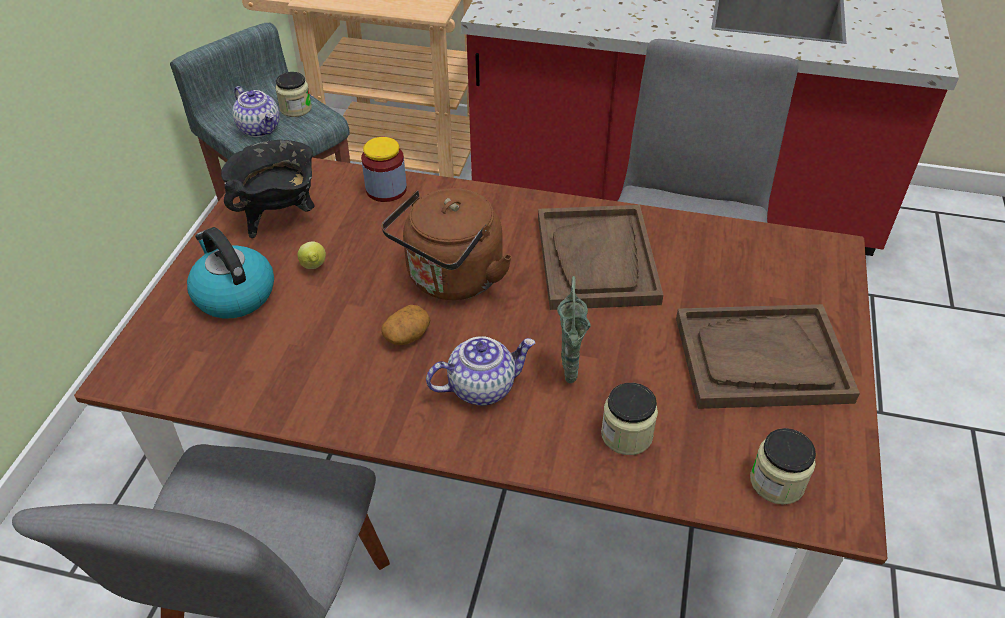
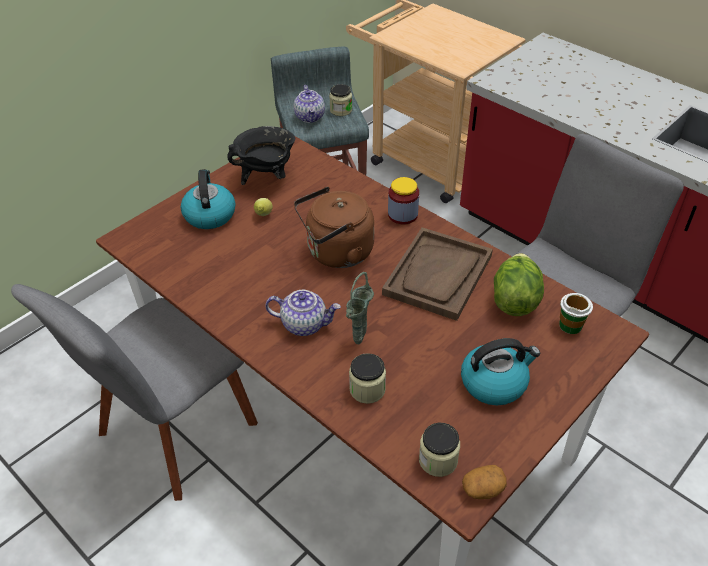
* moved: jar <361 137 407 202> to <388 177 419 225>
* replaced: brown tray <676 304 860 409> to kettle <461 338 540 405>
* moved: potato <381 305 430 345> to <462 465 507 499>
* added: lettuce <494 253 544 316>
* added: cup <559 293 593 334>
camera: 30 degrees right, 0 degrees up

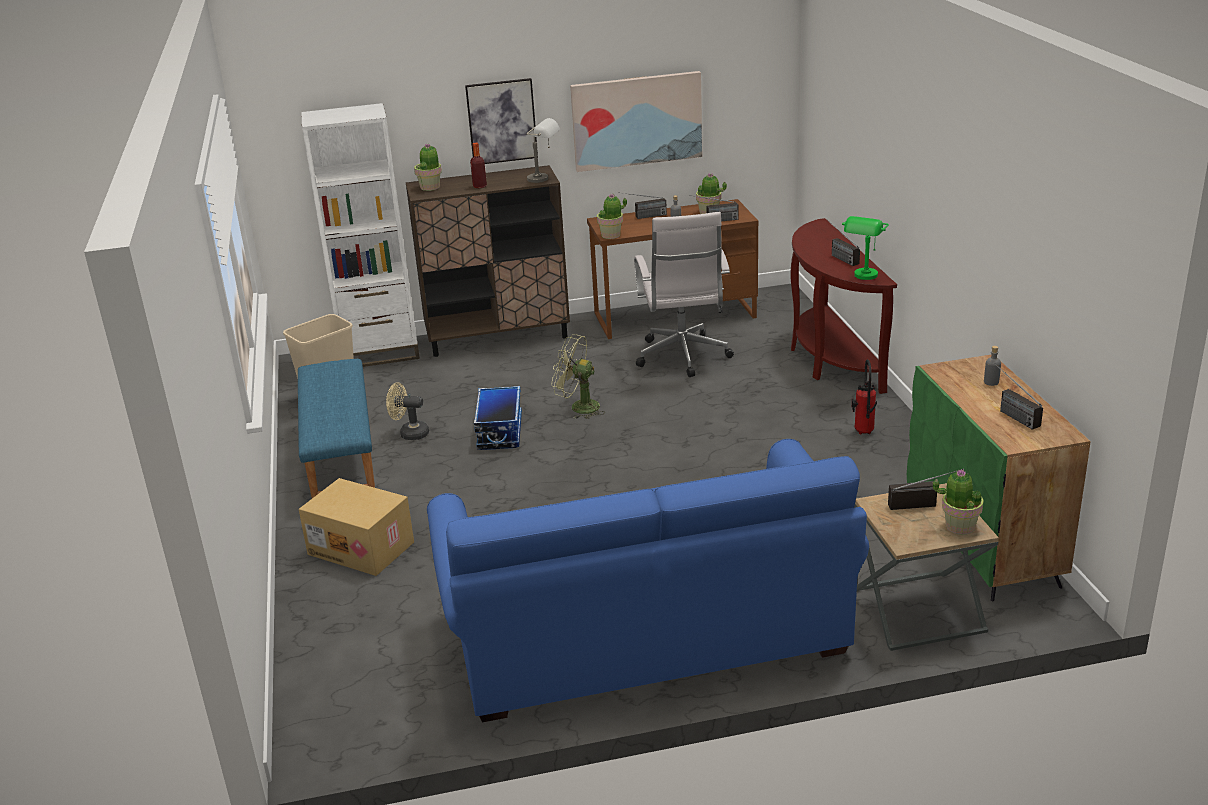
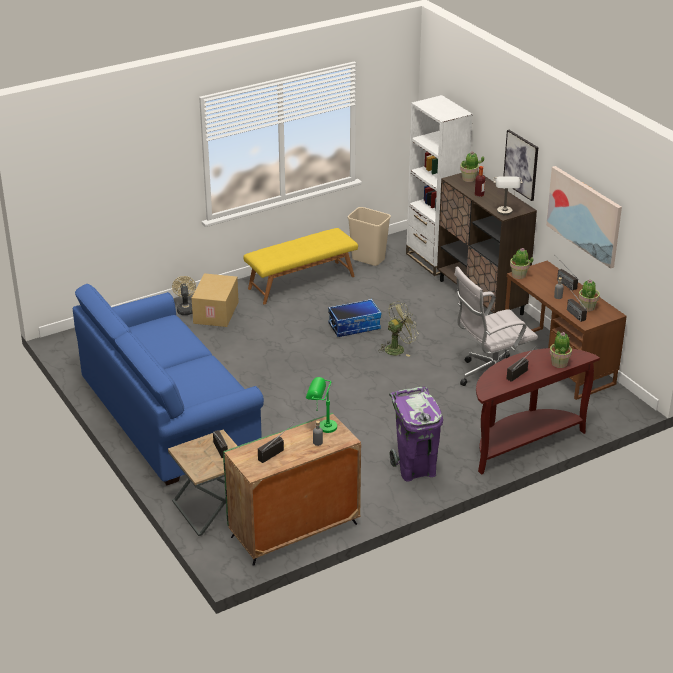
* moved: green table lamp <842 216 889 280> to <306 377 337 433>
* turned: green fan <552 334 604 419> = <378 301 419 357> 60 degrees clockwise
* recoloured: blue bench <298 359 375 498> to yellow bench <243 228 358 305>
* replaced: fire extinguisher <852 359 877 434> to purple trash can <389 387 443 481>
* moved: beige fan <386 383 429 440> to <172 276 196 315>
* moved: potted plant <933 469 984 535> to <550 331 572 368>
camera: 70 degrees right, 5 degrees up

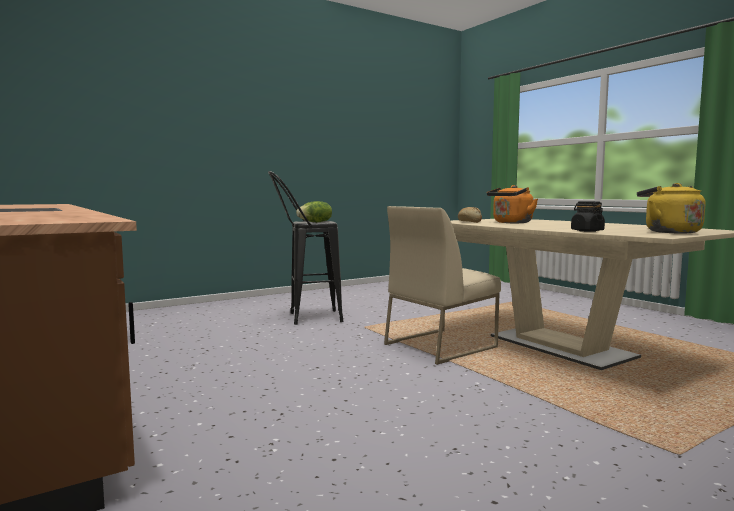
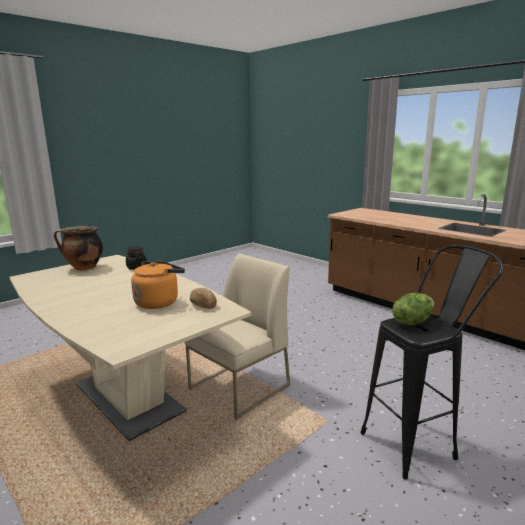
* replaced: yellow kettle <637 183 705 233> to cooking pot <54 226 103 270>
camera: 170 degrees right, 10 degrees up

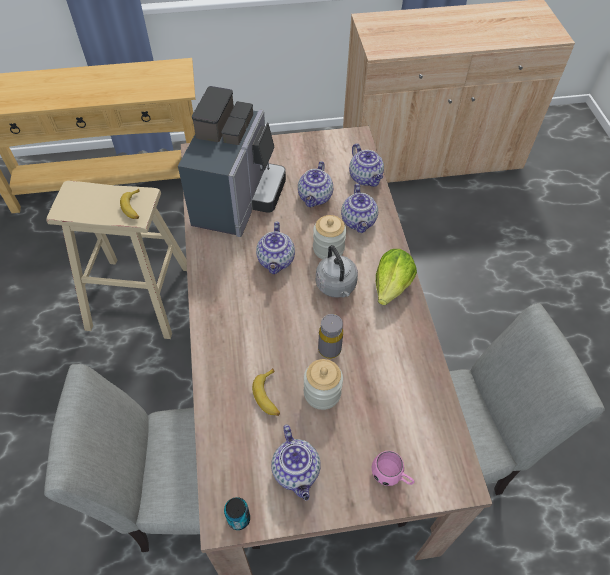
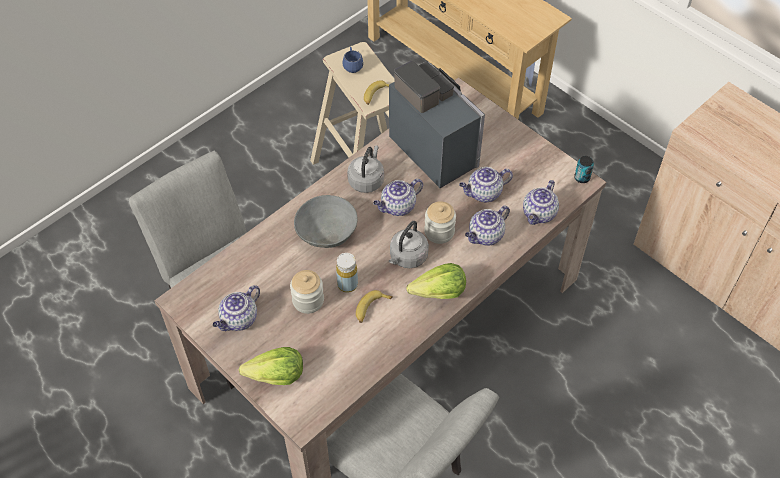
* turned: coffee machine <178 86 286 237> = <389 61 485 188> 105 degrees counterclockwise
* recoloured: grey bottle <318 314 343 359> to yellow bottle <336 253 358 293>
* moved: banana <252 368 280 416> to <356 290 393 323>
* replaced: pink mug <371 451 415 486> to lettuce <239 347 303 385>
* moved: can <224 497 250 530> to <574 156 594 183>
* added: blue mug <342 47 364 73>
* added: grey kettle <347 146 384 193>
* added: grey bowl <294 195 358 248>
camera: 55 degrees right, 0 degrees up

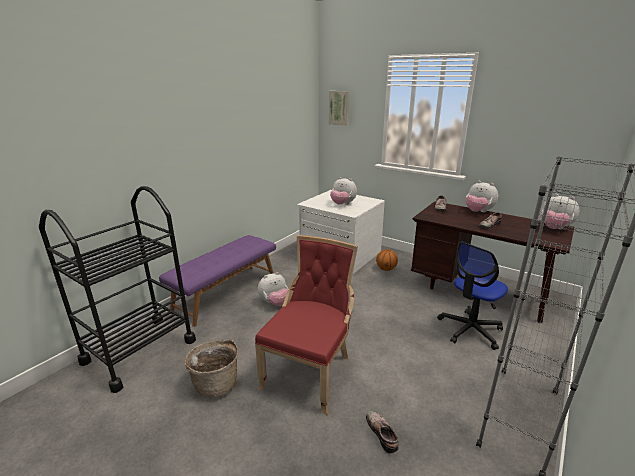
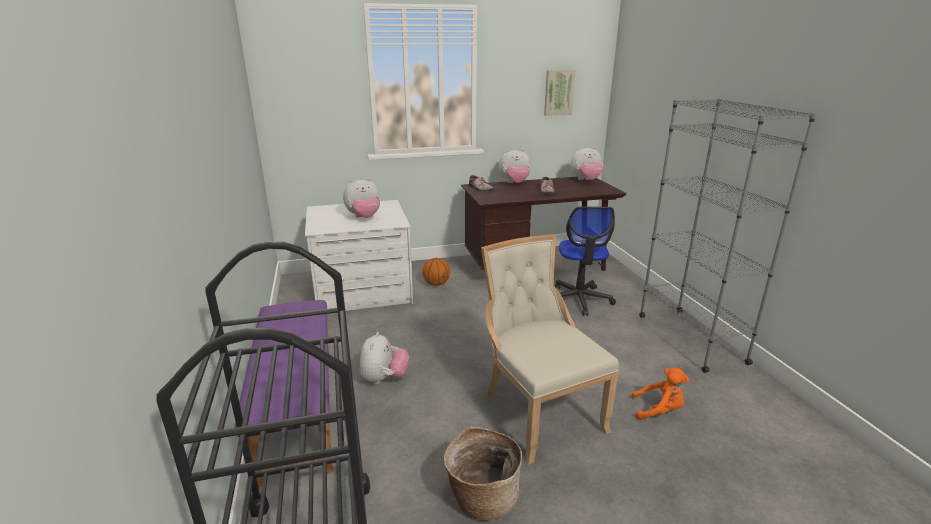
* moved: picture <329 91 350 126> to <544 70 576 116>
* recoloured: red chair <255 235 358 415> to beige chair <481 234 619 465>
* replaced: shoe <366 411 398 454> to orange plush toy <632 368 689 420>
camera: 50 degrees left, 0 degrees up

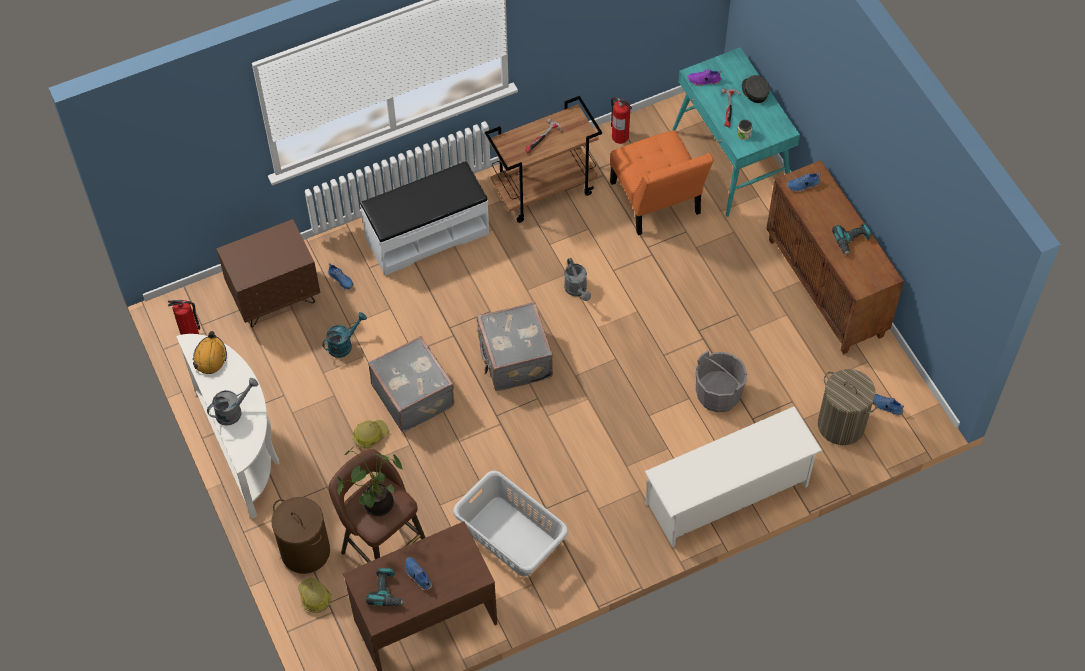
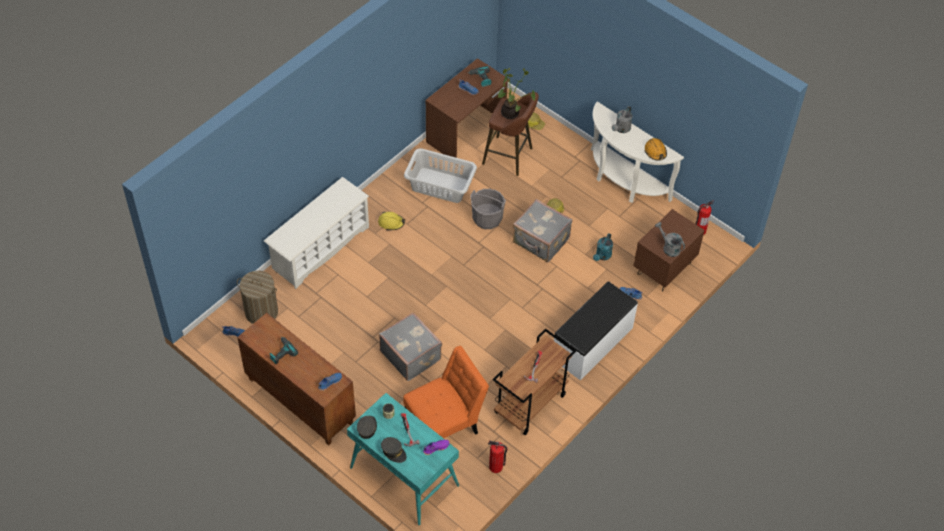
* turned: orange chair <610 130 714 235> = <403 346 489 438> 105 degrees clockwise
* moved: grey watering can <564 258 591 301> to <655 222 685 257>
* moved: grey suitcase <477 302 553 391> to <379 312 442 381>
* moved: grey bucket <696 350 747 412> to <470 189 506 229>
* removed: brown laundry basket <271 497 330 574>
* added: yellow hard hat <378 211 405 230>
* added: grey cap <357 416 377 439>
camera: 155 degrees right, 5 degrees down

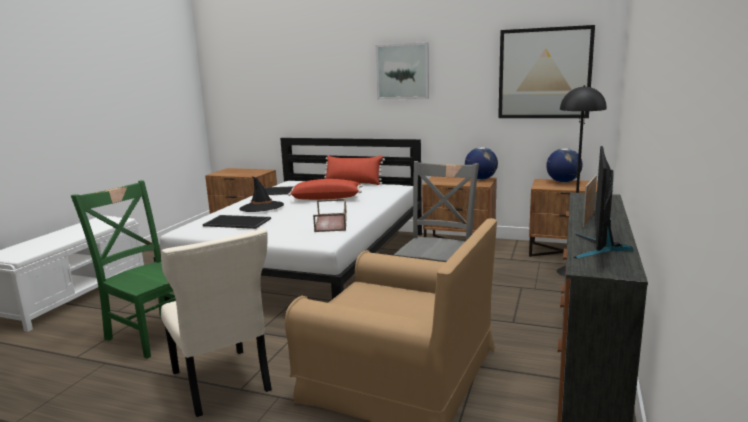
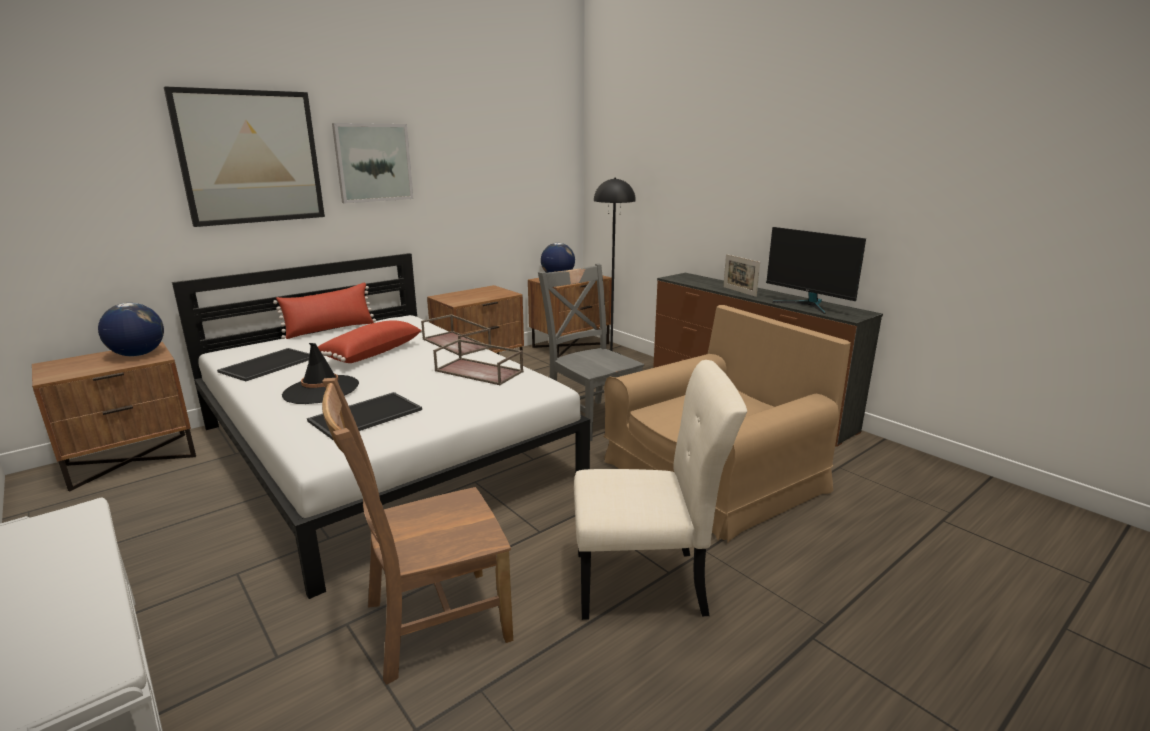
* moved: picture <498 25 595 118> to <164 86 325 227>
* moved: globe <465 147 498 180> to <98 303 164 356>
* recoloured: green chair <71 180 176 359> to brown chair <322 378 513 685>
* added: brown tray <421 314 491 356>
camera: 60 degrees left, 5 degrees up

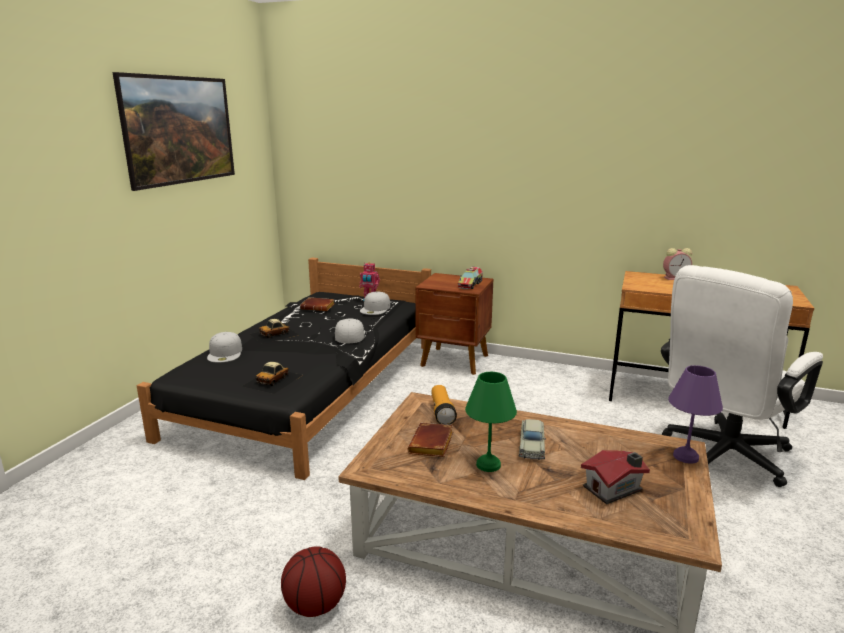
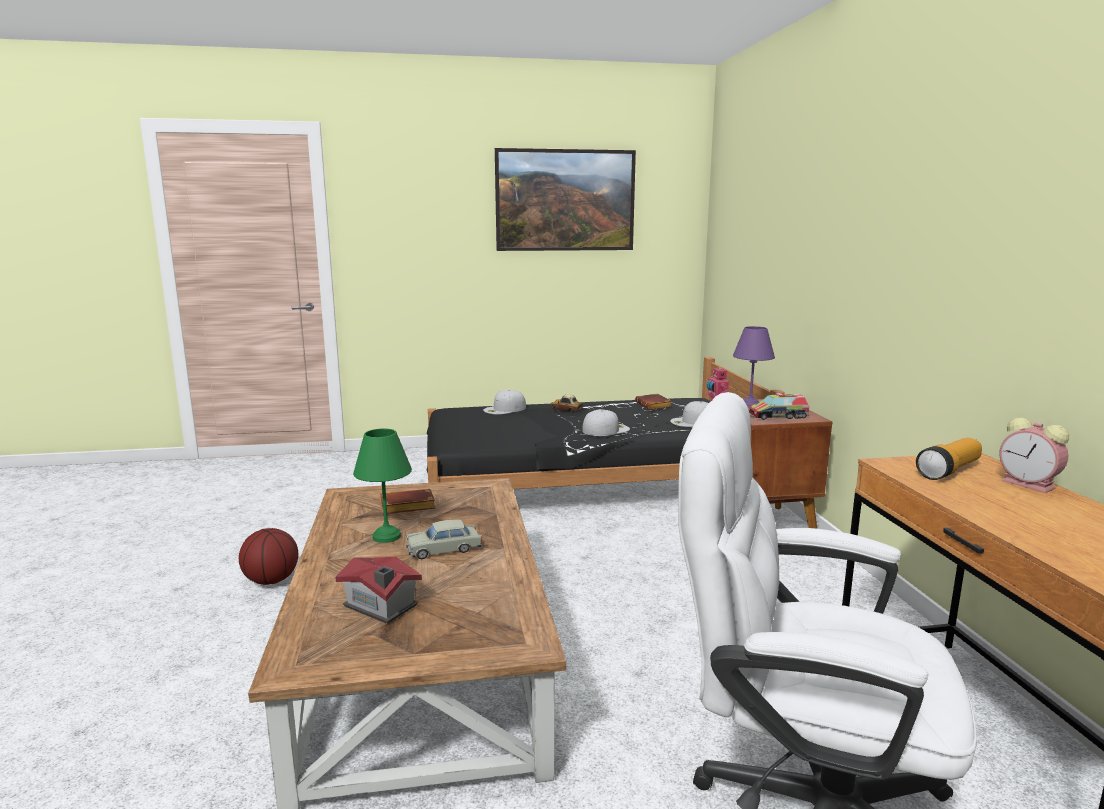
* removed: toy car <242 362 302 394>
* moved: purple table lamp <668 365 723 464> to <733 326 775 408>
* moved: flashlight <431 385 457 425> to <916 438 982 480>
camera: 60 degrees right, 5 degrees down

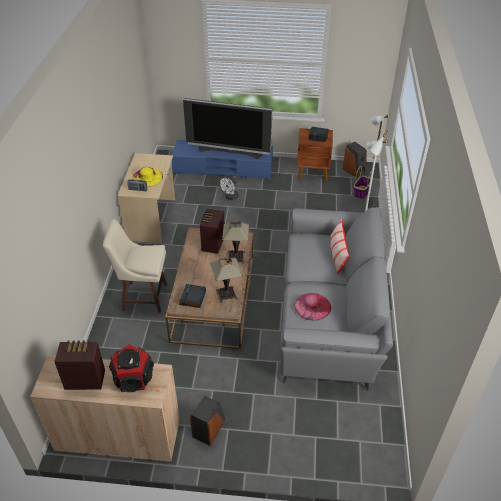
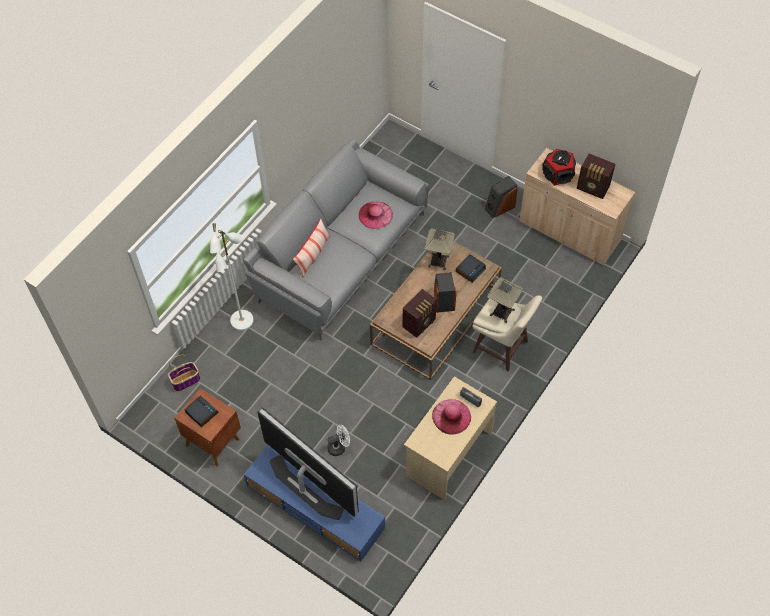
* moved: speaker <343 142 367 179> to <434 272 457 313>
* recoloured: yellow hat <132 167 163 187> to pink hat <432 399 471 434>
* moved: table lamp <222 220 249 264> to <487 277 523 323>
camera: 150 degrees left, 15 degrees up

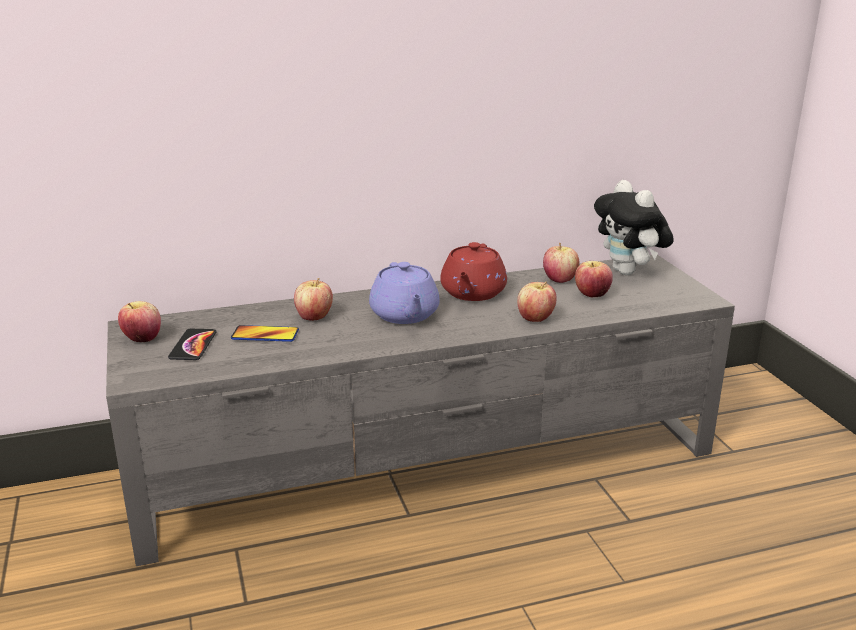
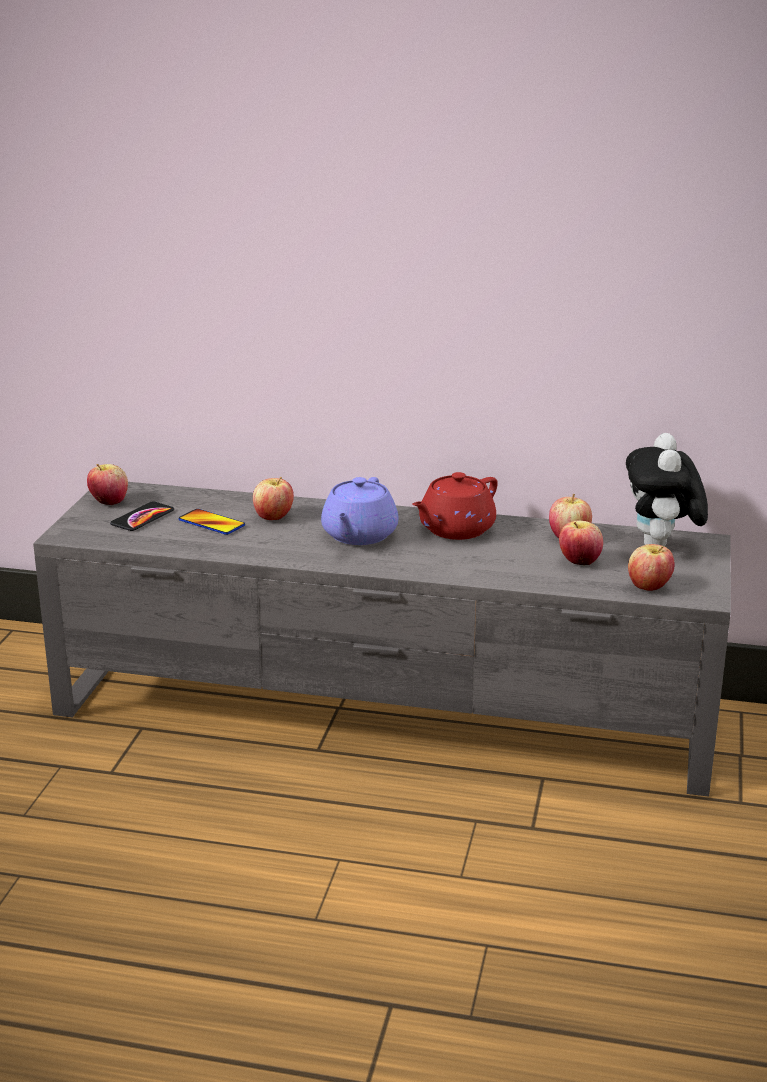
* moved: apple <517 281 557 322> to <628 544 675 591>
camera: 30 degrees right, 0 degrees up

